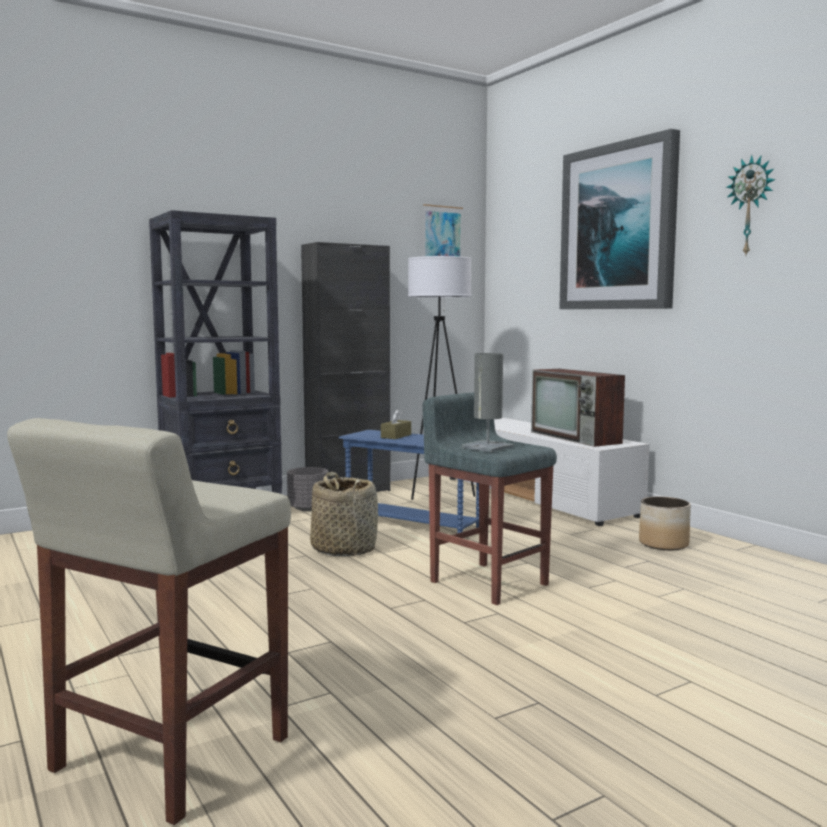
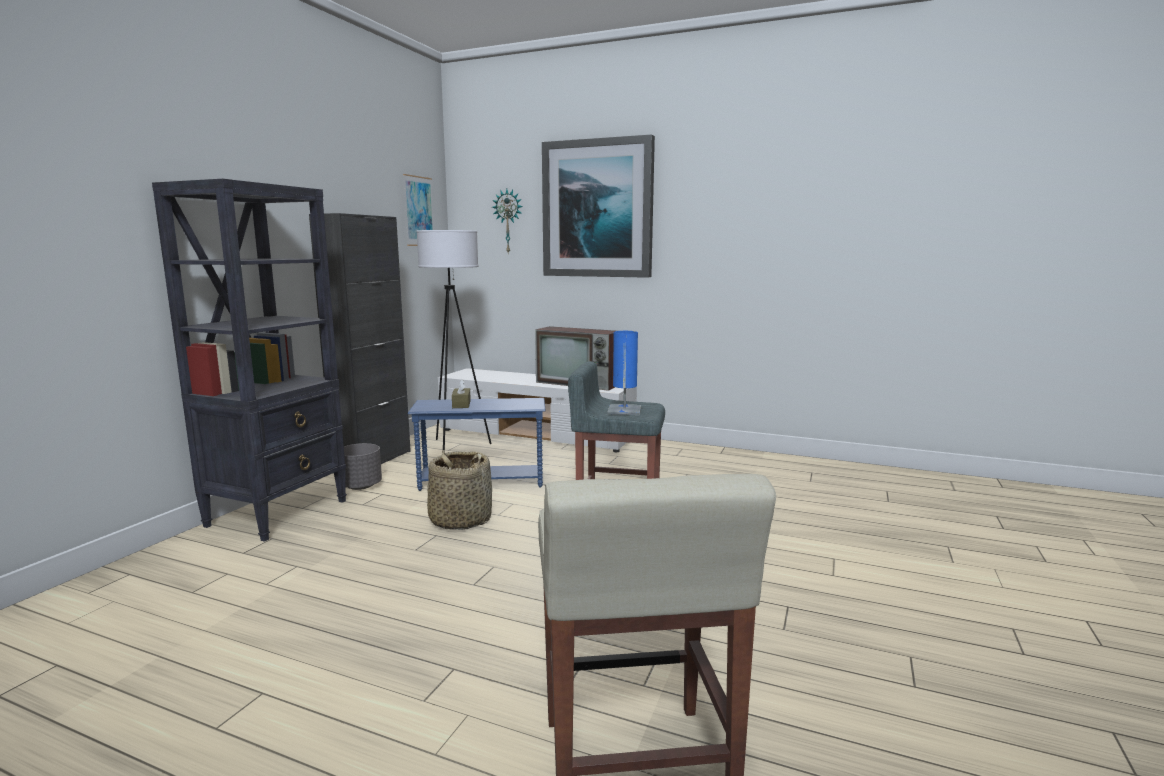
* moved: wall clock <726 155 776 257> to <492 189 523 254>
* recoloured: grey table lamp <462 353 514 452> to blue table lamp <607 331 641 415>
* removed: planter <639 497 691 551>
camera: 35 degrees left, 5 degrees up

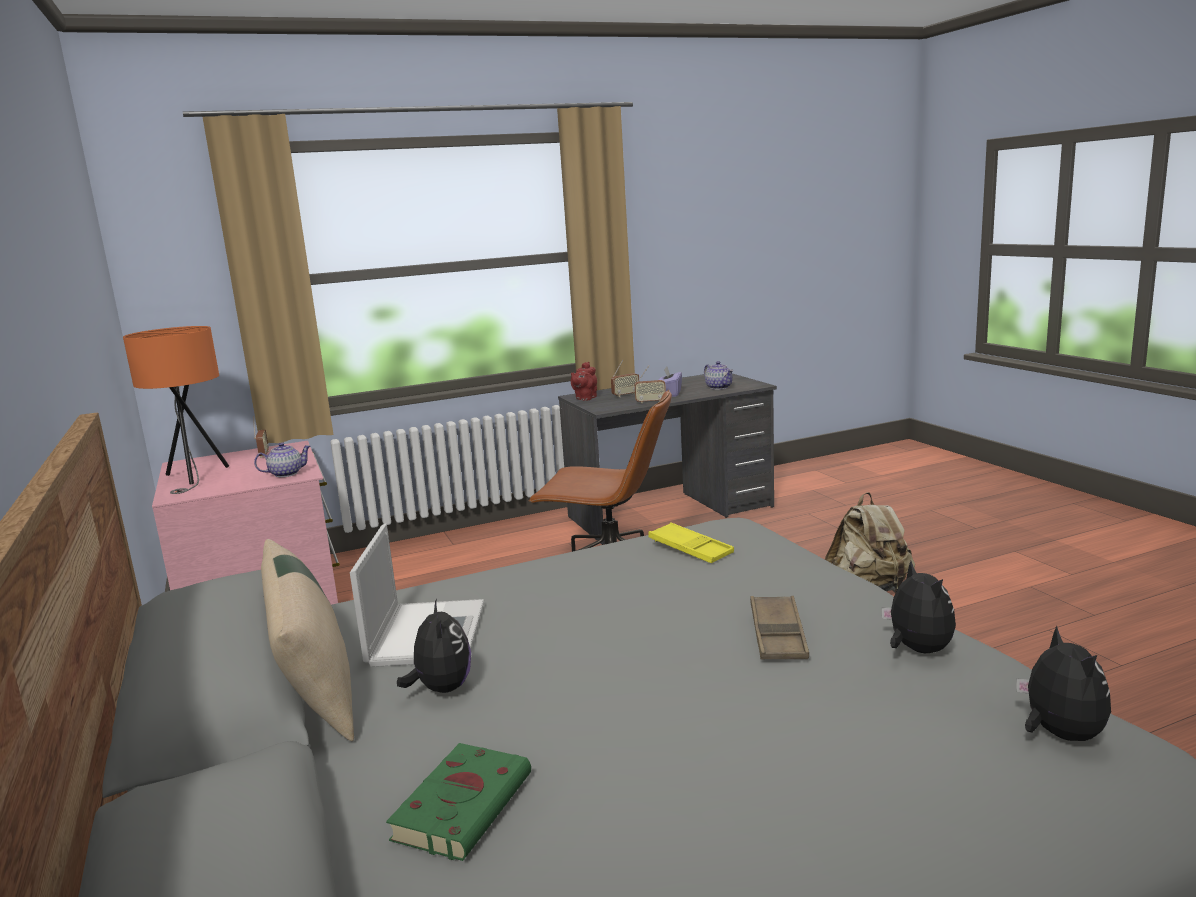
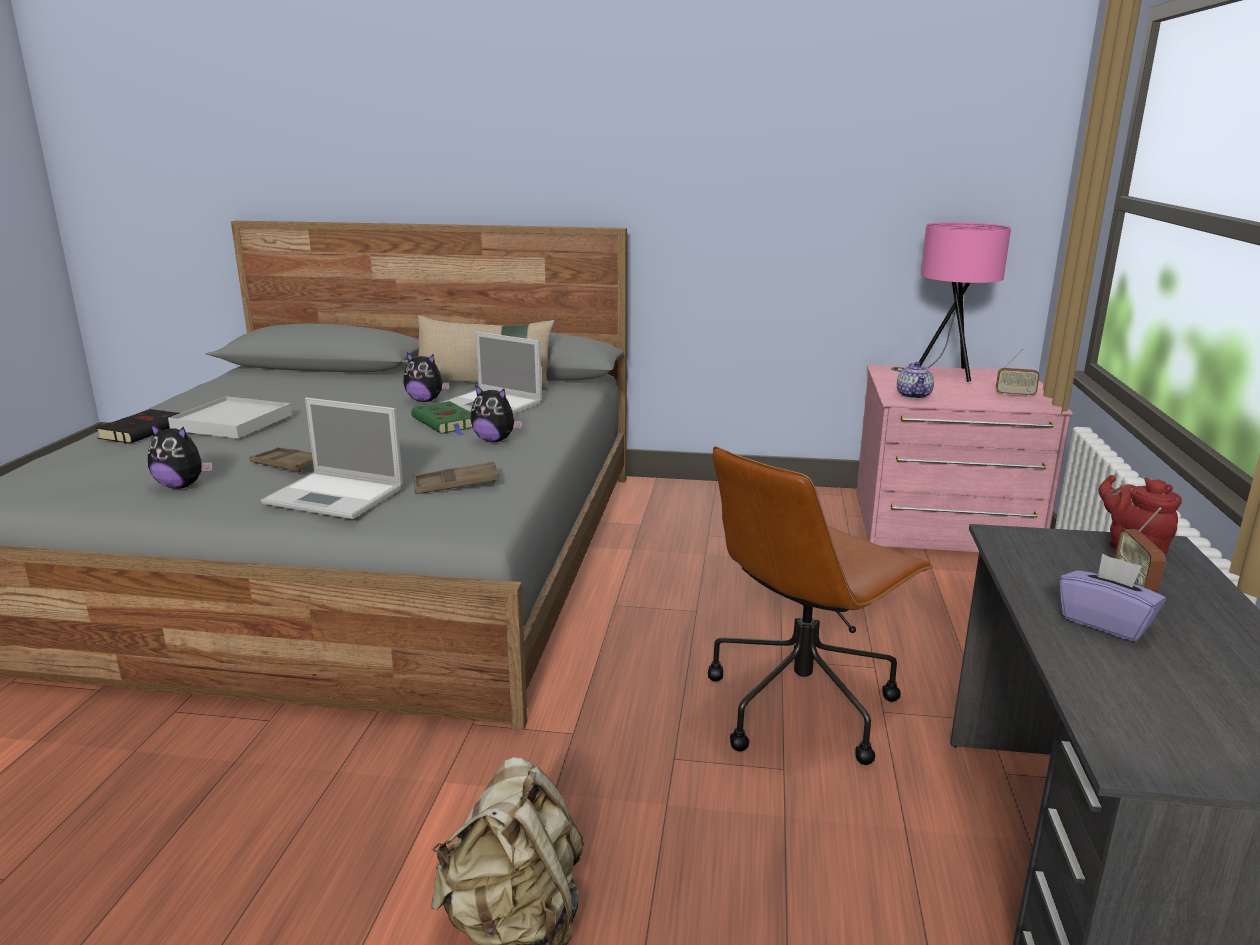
* recoloured: orange table lamp <123 326 229 494> to pink table lamp <891 222 1011 382>
* removed: teapot <704 361 733 390>
* removed: radio <634 365 666 404>
* recoloured: yellow tray <648 522 734 563> to brown tray <414 461 499 494>
* moved: plush toy <1017 626 1111 741> to <470 385 522 442>
* moved: green book <386 743 531 861> to <411 401 472 436>
* added: white tray <168 396 292 439>
* added: laptop <261 398 403 519>
* added: black book <96 409 180 444>
camera: 120 degrees right, 5 degrees up

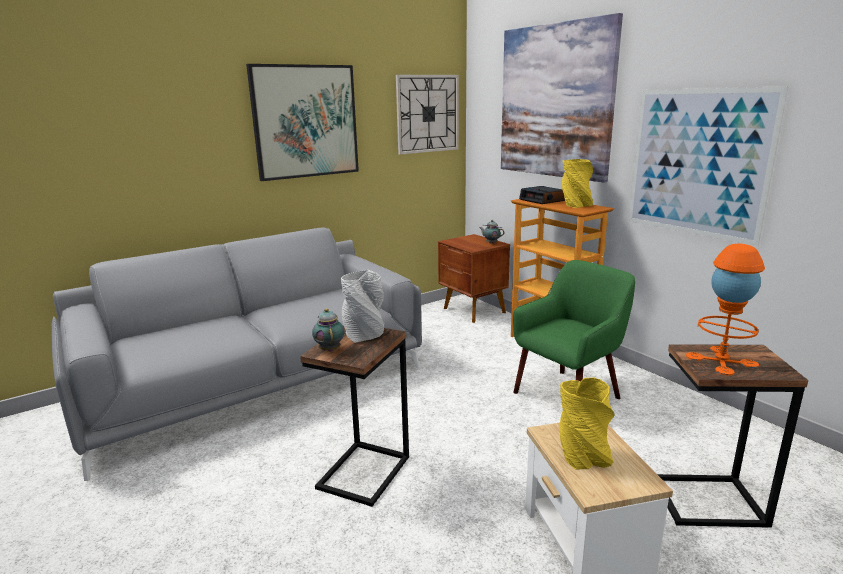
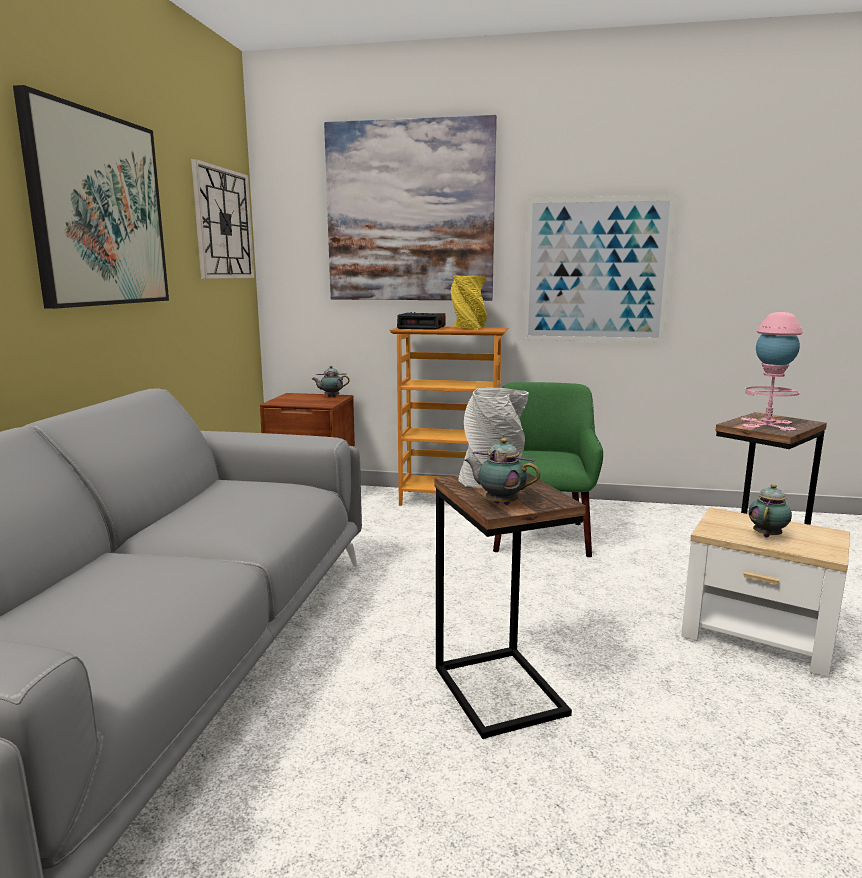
* recoloured: orange table lamp <686 244 765 376> to pink table lamp <741 312 803 431>
* replaced: yellow vase <560 377 615 469> to teapot <749 484 792 537>
camera: 45 degrees left, 5 degrees down

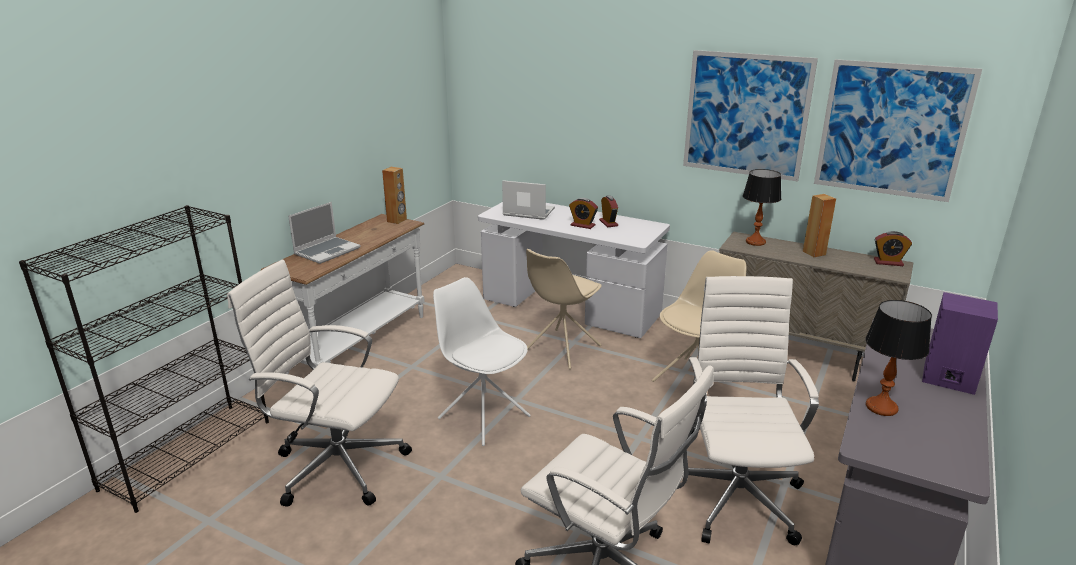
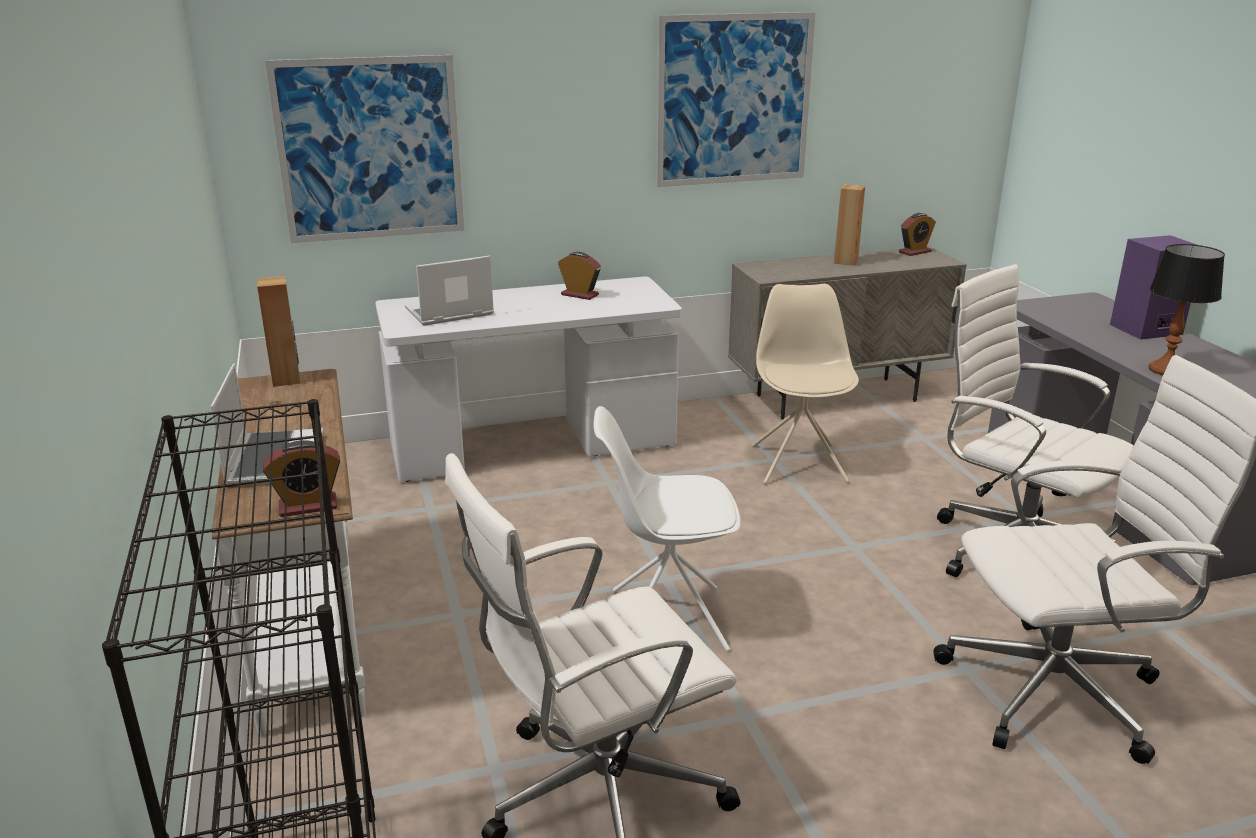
* moved: picture <814 59 982 202> to <265 55 464 243>
* removed: table lamp <743 169 781 246>
* moved: alarm clock <569 198 598 229> to <263 440 340 517>
* removed: beige chair <526 249 602 369>
camera: 45 degrees left, 0 degrees up

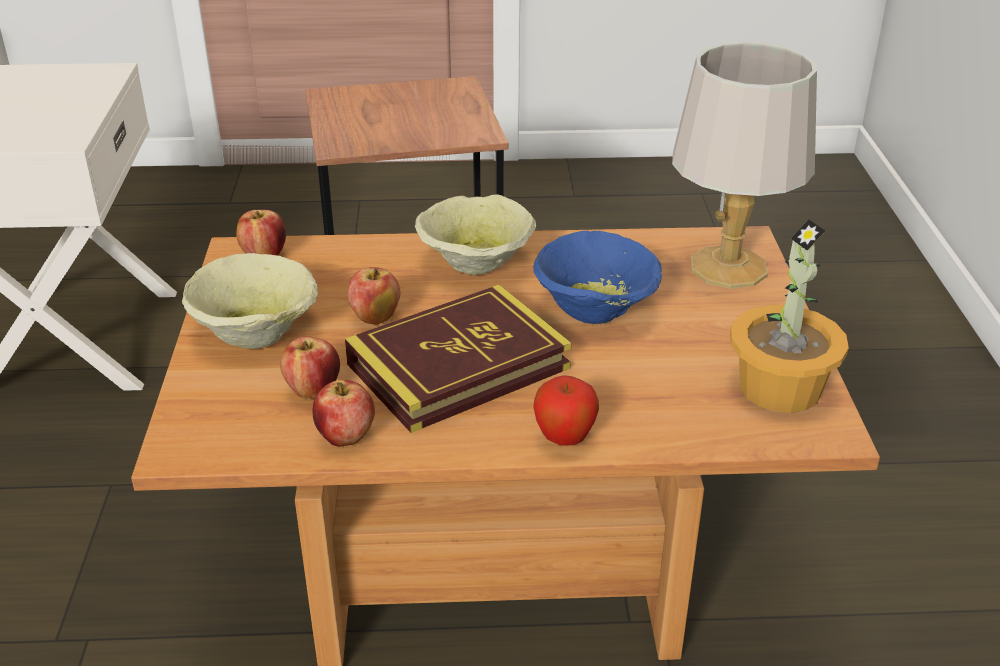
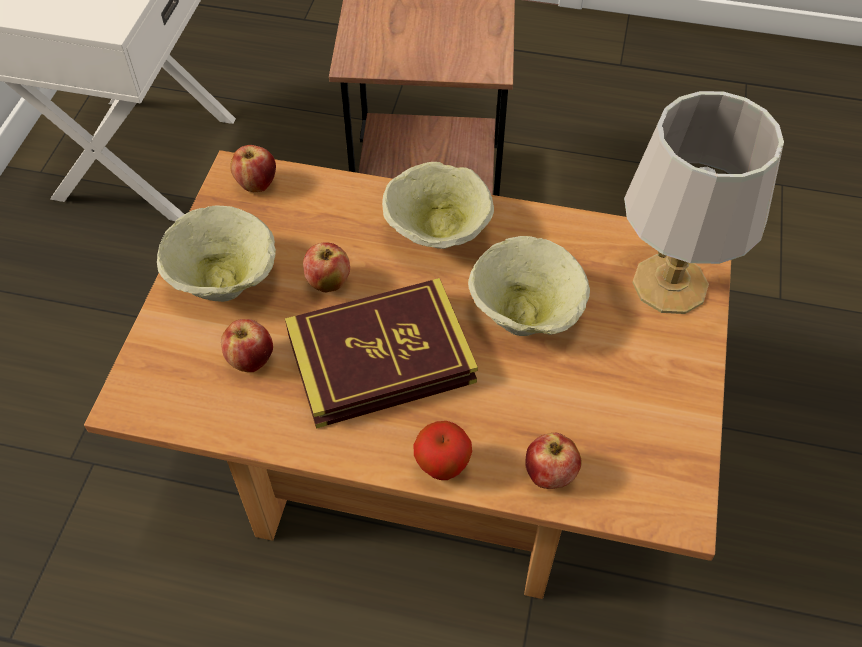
* removed: potted plant <730 219 849 413>
* recoloured: blue bowl <533 231 662 324> to beige bowl <468 236 590 336>
* moved: apple <313 379 375 447> to <525 433 582 489>
camera: 15 degrees right, 20 degrees up

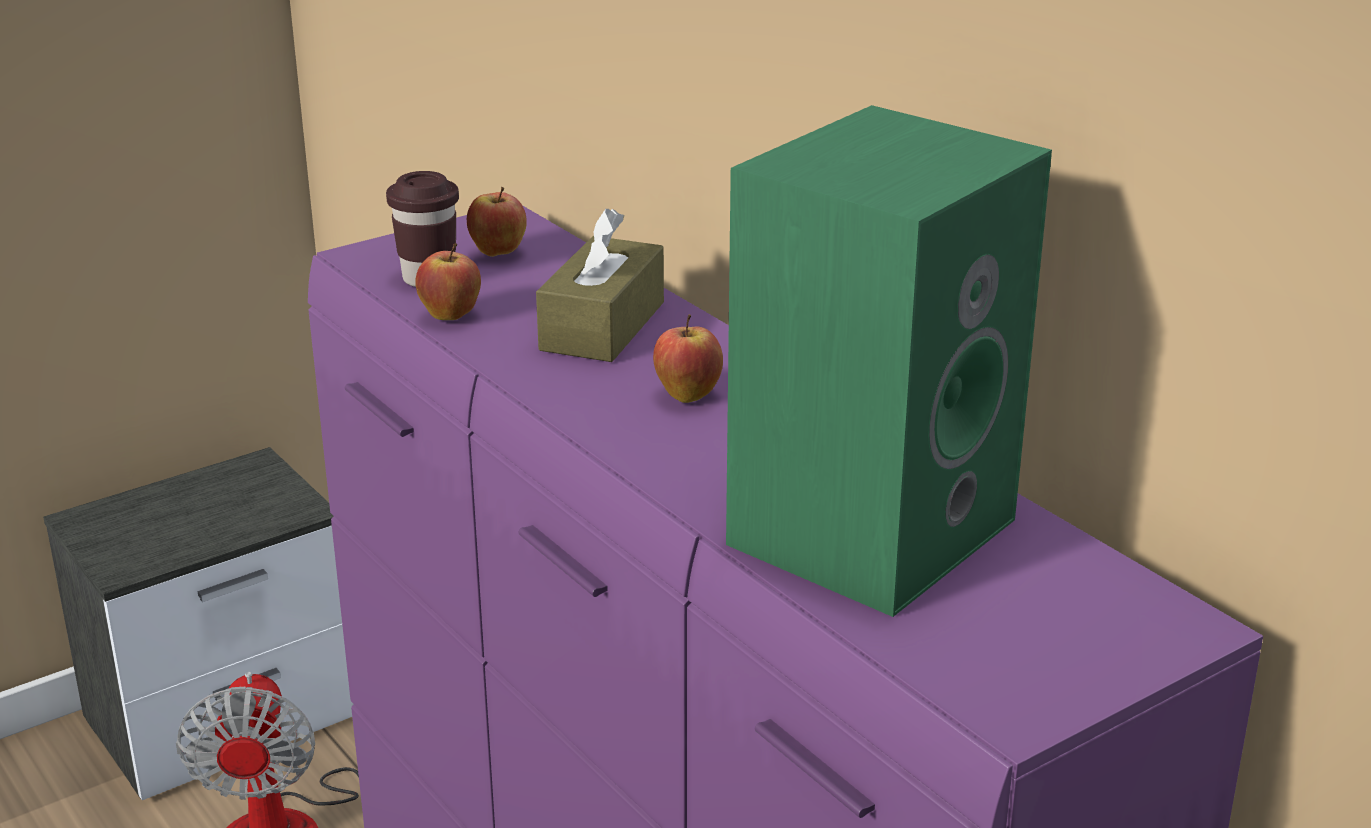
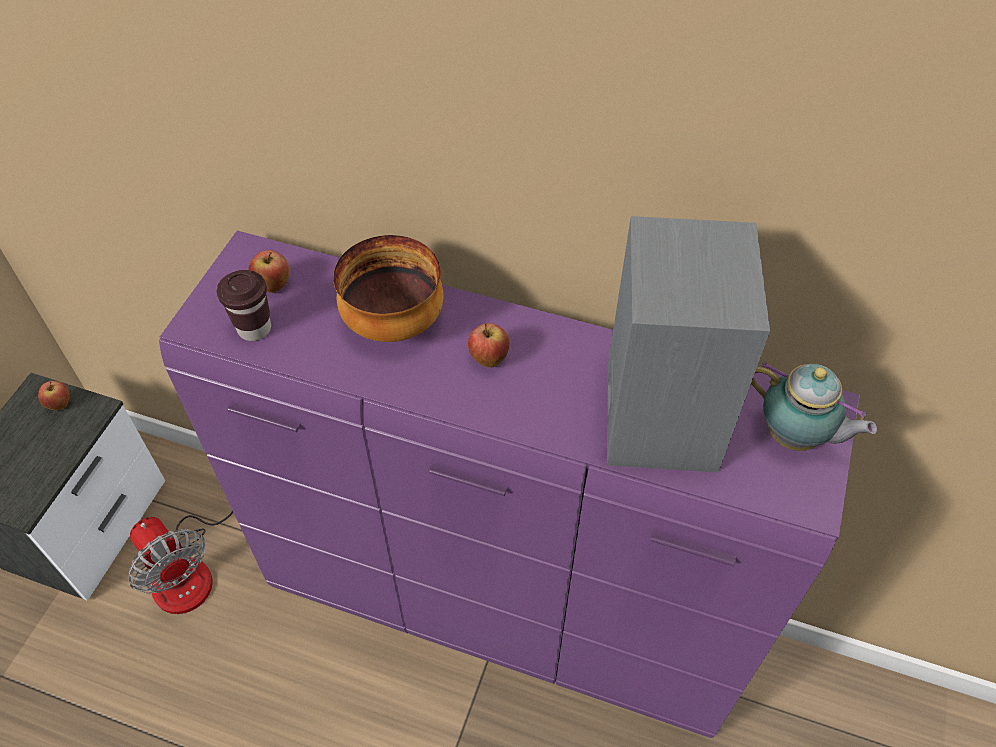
* recoloured: green speaker <726 105 1052 617> to grey speaker <607 216 770 472>
* replaced: brown tissue box <536 209 664 362> to bowl <333 235 444 342>
* moved: apple <415 243 481 320> to <38 381 69 410>
* added: teapot <751 361 877 451>
camera: 35 degrees left, 25 degrees up

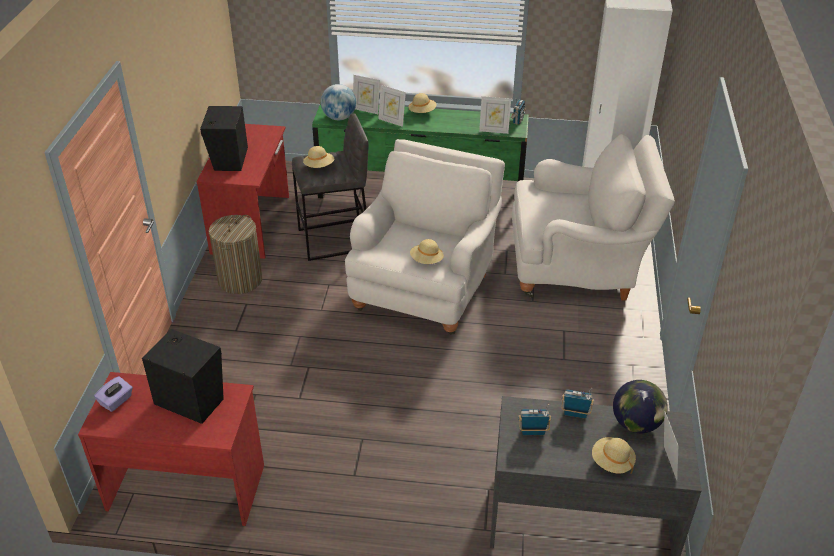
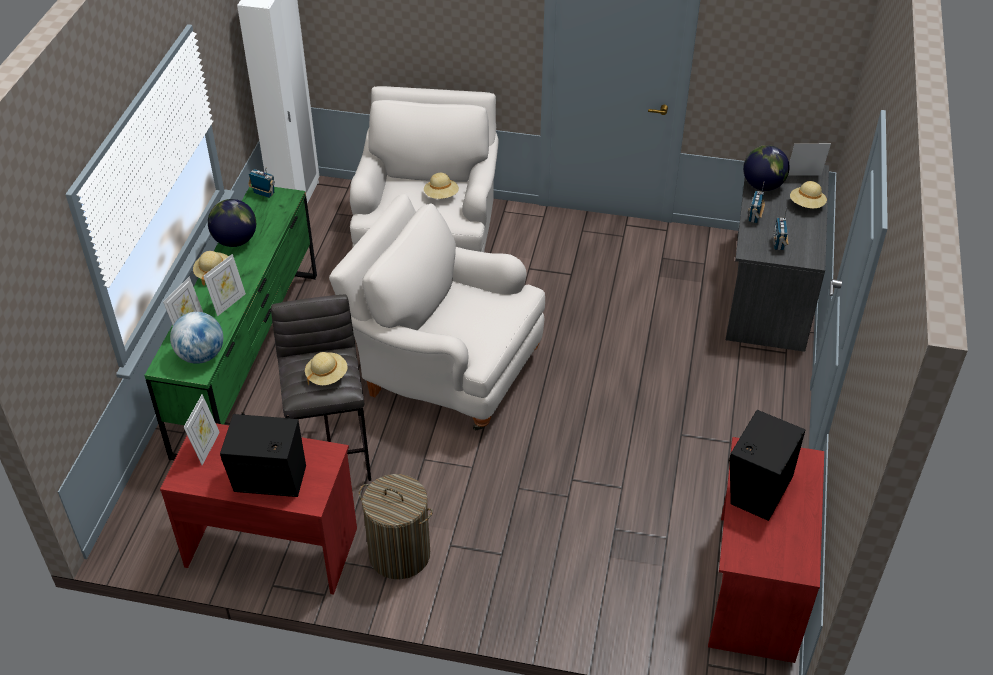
* moved: picture frame <479 96 511 134> to <184 394 220 465>
* moved: beige hat <410 239 444 264> to <424 173 459 199>
* removed: purple tissue box <94 376 133 412>
* added: globe <208 199 256 247>
camera: 85 degrees left, 5 degrees up

